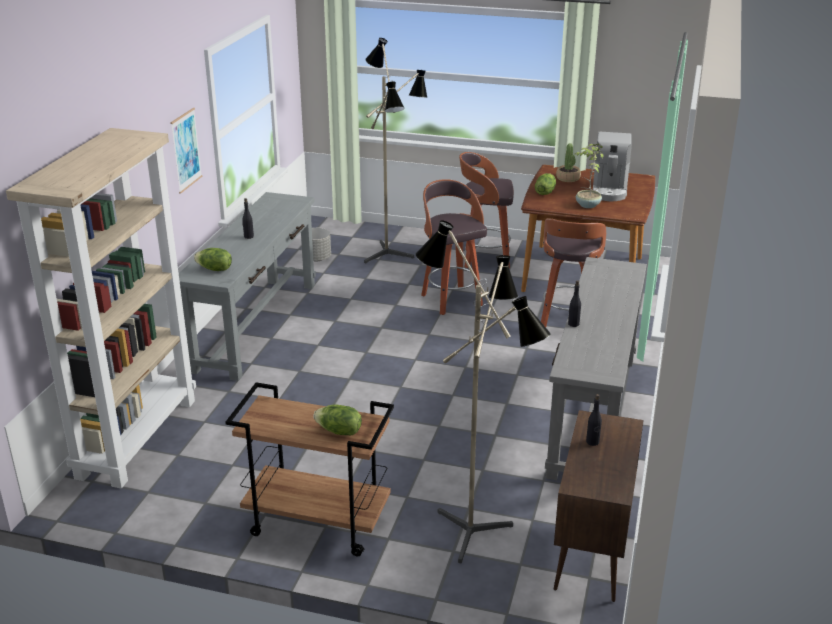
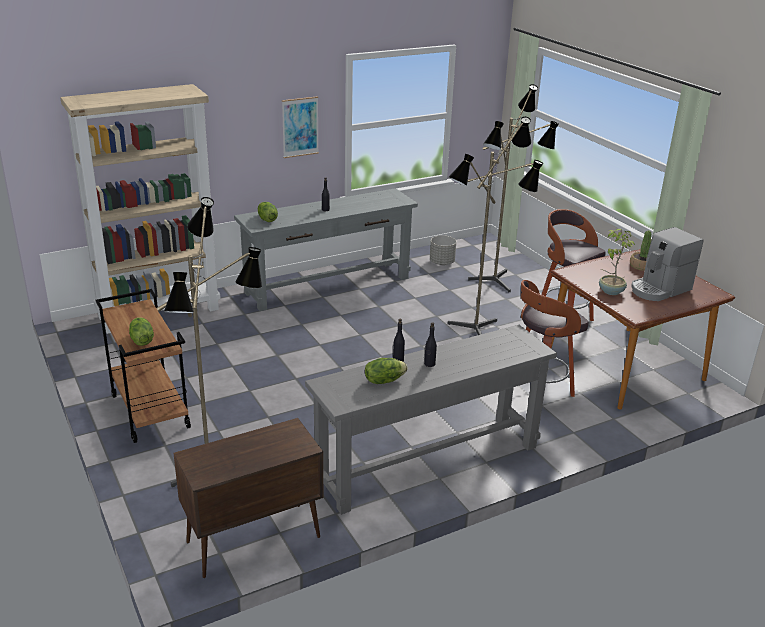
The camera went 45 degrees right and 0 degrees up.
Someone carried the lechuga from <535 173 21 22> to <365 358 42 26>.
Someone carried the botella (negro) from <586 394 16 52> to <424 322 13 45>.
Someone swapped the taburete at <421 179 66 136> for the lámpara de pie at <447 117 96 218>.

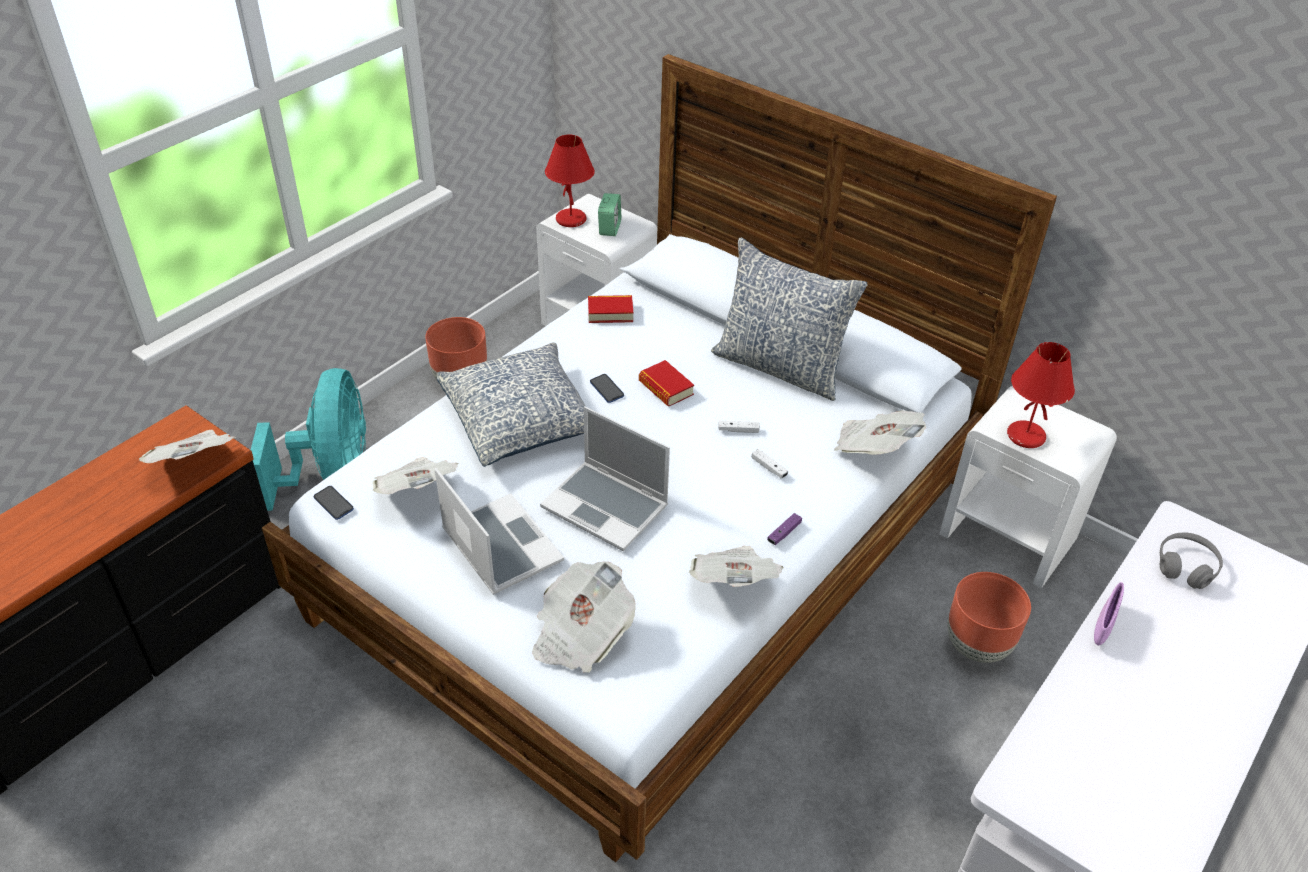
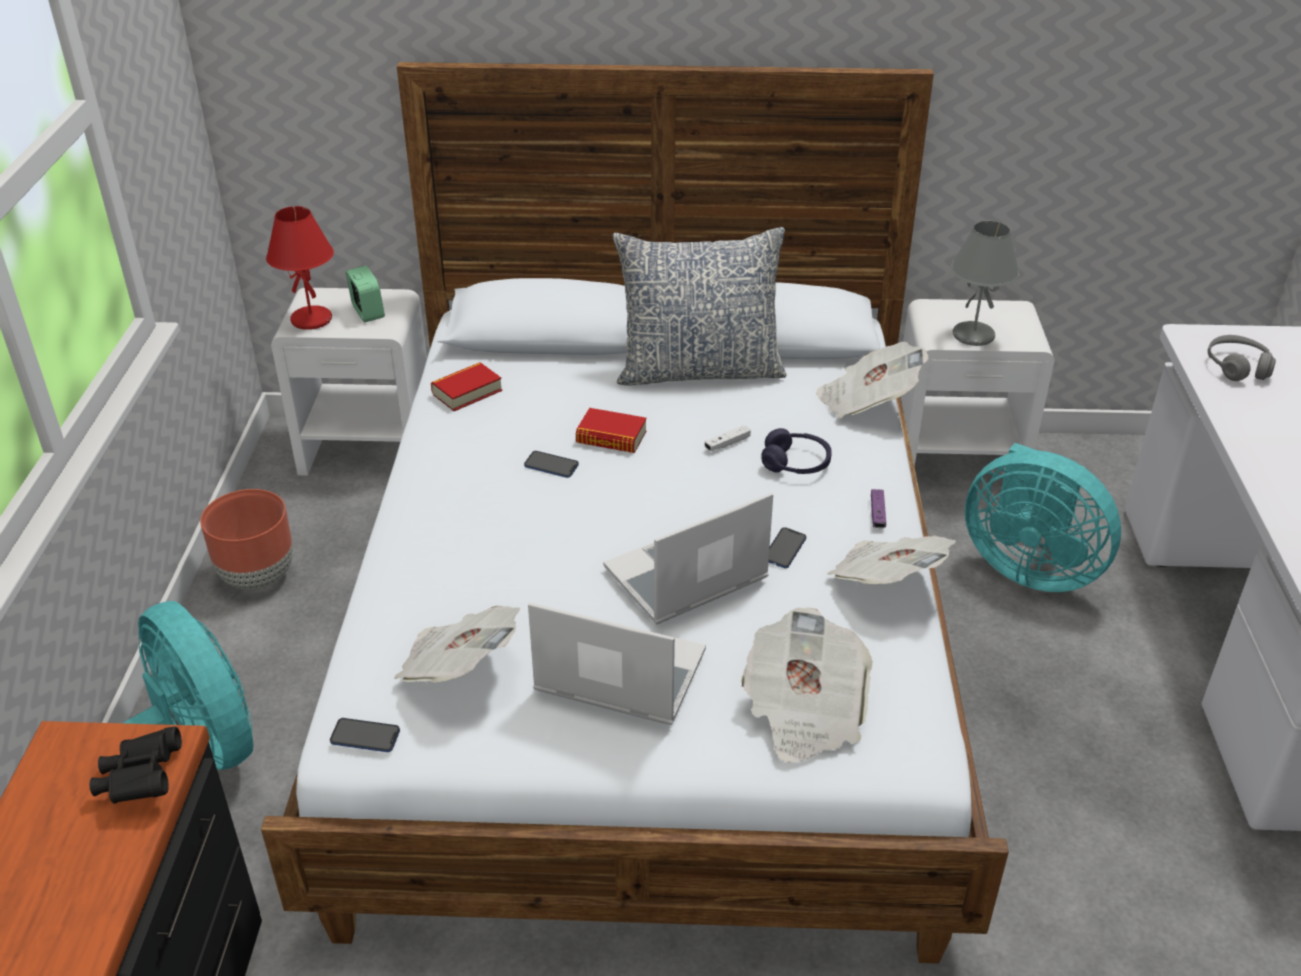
The camera went 35 degrees left and 5 degrees down.
Someone swapped the periódico at <139 430 97 33> for the prismáticos (negro) at <90 726 92 78>.
Someone rotated the portátil at <540 406 130 145> by 150 degrees clockwise.
Someone swapped the mando de consola (blanco) at <752 449 36 30> for the auriculares (morado) at <761 428 71 46>.
Someone put down the móvil at <769 527 37 41>.
Someone repainted the lámpara de mesa (rojo) at <1007 342 68 106>, which became the lámpara de mesa (gris) at <951 221 68 125>.
Someone swapped the maceta (marrón) at <947 572 84 91> for the ventilador (turquesa) at <965 443 156 149>.
Someone took away the cojín at <436 342 149 125>.
Someone took away the cuenco (morado) at <1094 582 30 63>.

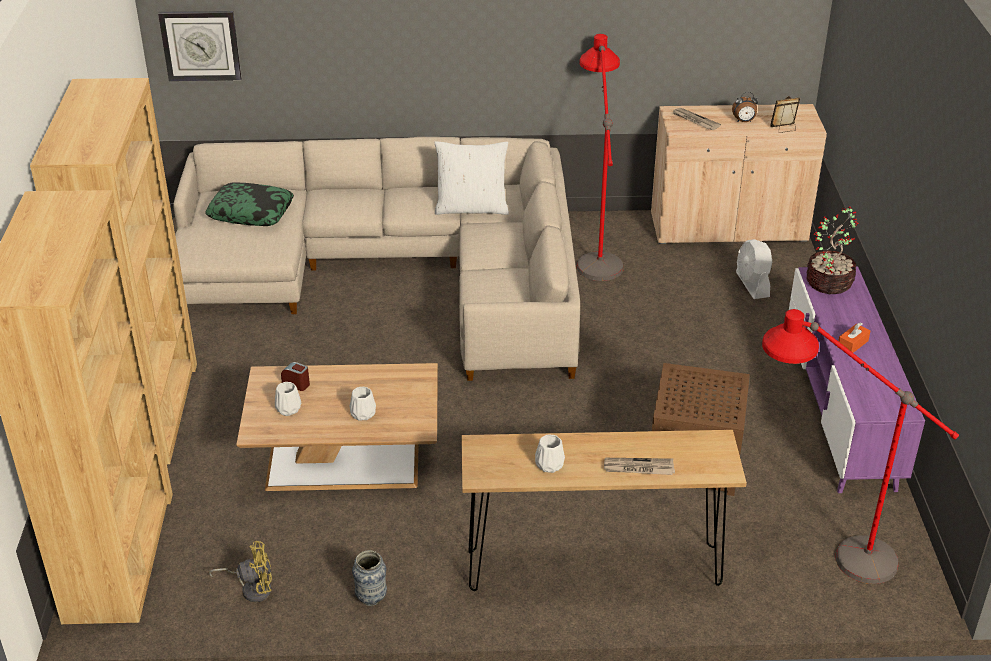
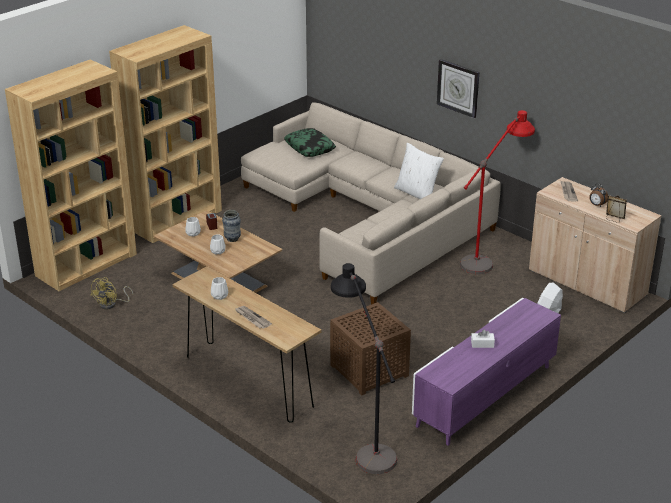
The camera went 45 degrees right and 5 degrees down.
Someone rotated the ventilador (amarillo) at <208 541 64 61> by 75 degrees clockwise.
Someone carried the florero from <352 550 35 56> to <222 210 19 32>.
Someone repainted the lámpara de pie (rojo) at <762 309 197 275>, which became the lámpara de pie (negro) at <331 263 66 211>.
Someone carried the reloj de pared from <158 11 84 70> to <437 59 42 59>.
Someone repainted the caja de pañuelos (naranja) at <837 322 33 31>, which became the caja de pañuelos (blanco) at <471 330 24 18>.
Someone took away the planta en maceta at <807 207 51 87>.

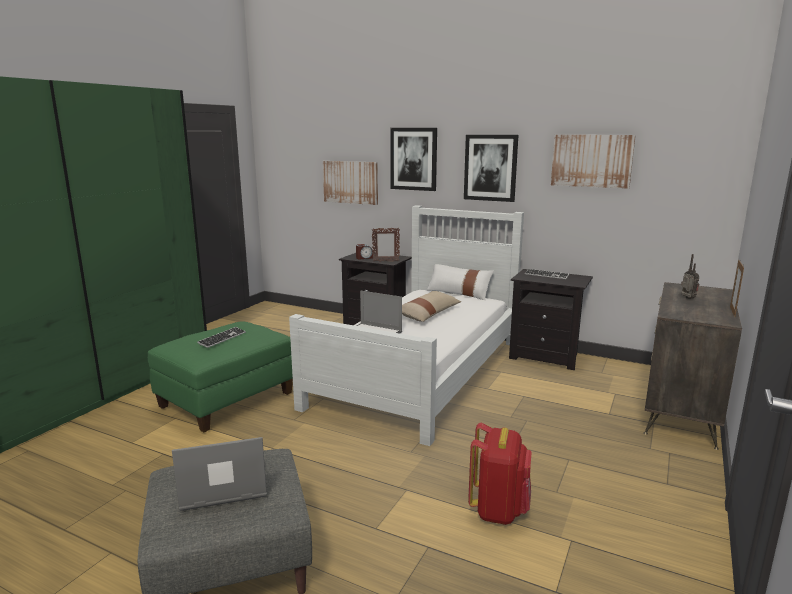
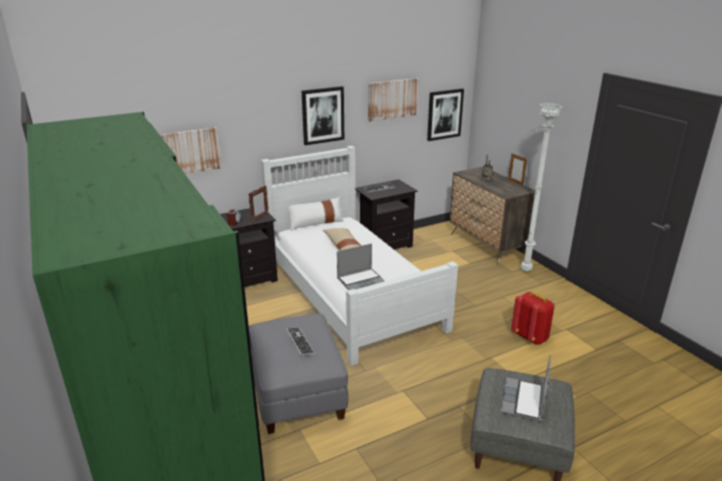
The camera went 55 degrees left and 10 degrees up.
Someone repainted the puf (verde) at <148 321 145 111>, which became the puf (gris) at <249 314 99 120>.
Someone carried the cuadro from <390 128 47 63> to <427 88 37 53>.
Someone put down the lámpara de pie (blanco) at <521 103 42 169>.

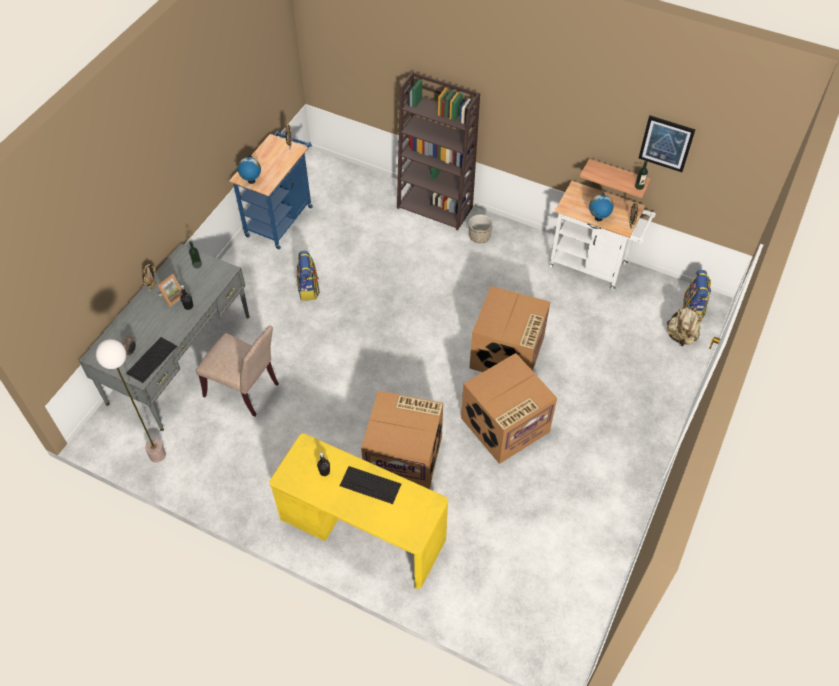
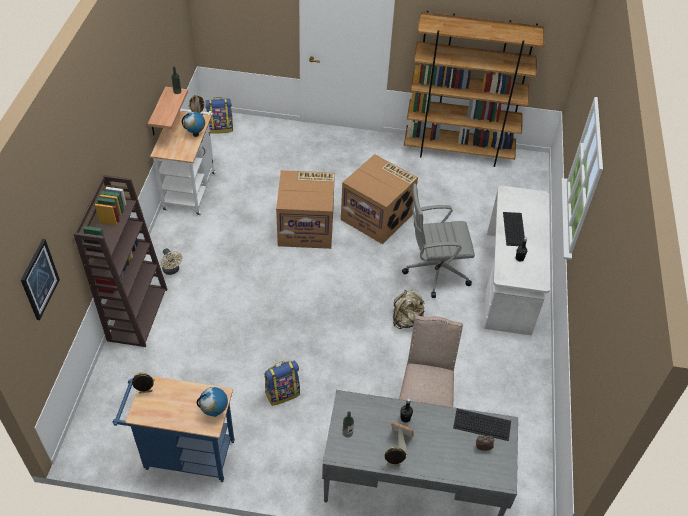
The camera went 110 degrees left and 5 degrees down.
Someone carried the cuadro from <639 116 57 56> to <21 239 39 81>.
Someone swapped the maceta at <469 214 24 29> for the ventilador (beis) at <161 248 21 27>.
Someone carried the mochila (beis) from <667 306 35 40> to <393 289 32 40>.
Someone swapped the caja de cartón at <361 391 82 98> for the silla de oficina (gris) at <402 183 73 115>.
Someone put down the estantería (marrón) at <404 11 141 156>.
Someone repainted the escritorio (amarillo) at <269 433 179 156>, which became the escritorio (blanco) at <483 185 67 151>.
Someone took away the lámpara de pie at <96 340 70 122>.

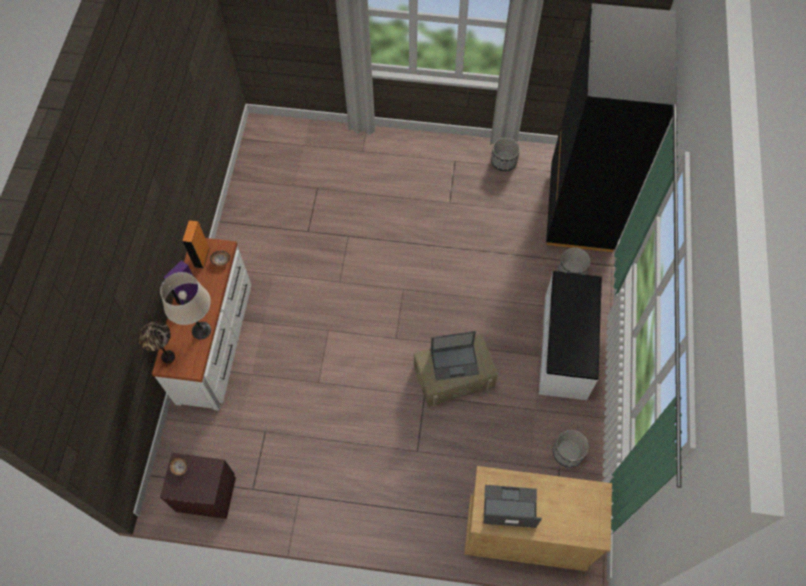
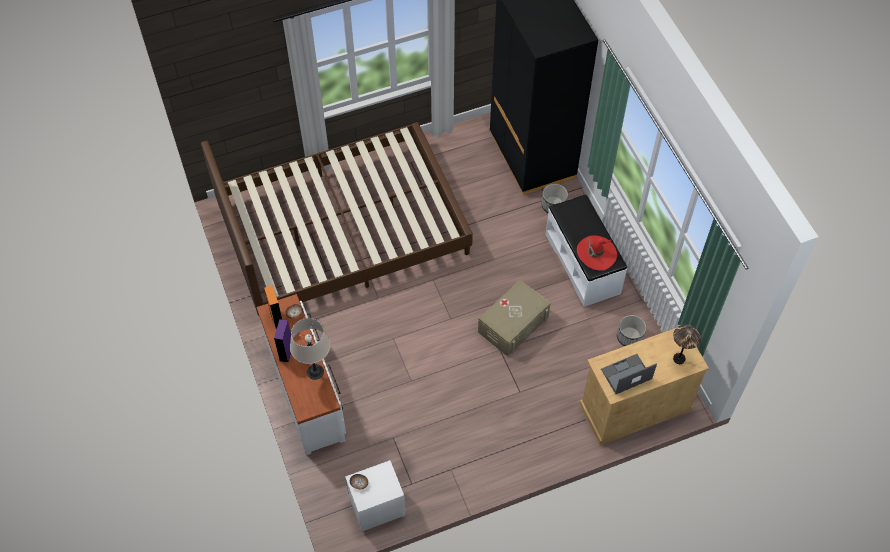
The camera went 30 degrees left and 5 degrees down.
Someone put down the cama (marrón) at <201 122 272 194>.
Someone repainted the mesita de noche (marrón) at <160 453 76 66>, which became the mesita de noche (blanco) at <345 460 61 72>.
Someone put down the sombrero (rojo) at <577 235 40 36>.
Someone carried the lámpara de mesa from <138 321 37 42> to <673 325 28 39>.
Someone took away the portátil at <431 331 48 49>.
Someone took away the maceta at <491 138 29 33>.

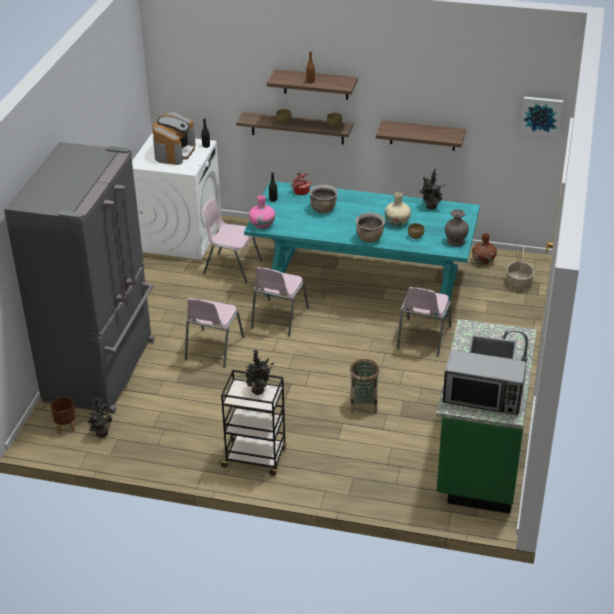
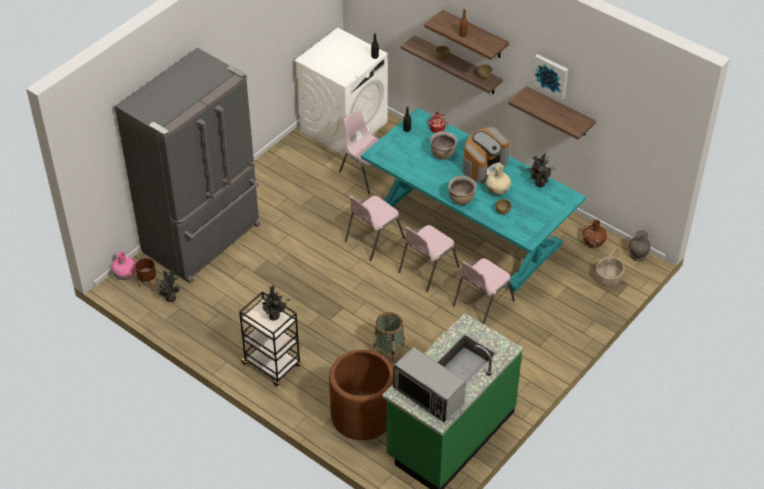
The camera went 25 degrees right and 10 degrees up.
Someone carried the florero (rosa) from <249 195 26 34> to <111 251 25 29>.
Someone put down the maceta (marrón) at <329 350 64 90>.
Someone carried the silla (rosa) from <185 298 59 70> to <398 225 61 67>.
Someone carried the cafetera from <153 112 43 53> to <462 127 48 57>.
Someone carried the cuadro from <520 96 43 41> to <532 54 36 46>.
Someone carried the florero (gris) from <445 209 24 37> to <629 230 22 31>.

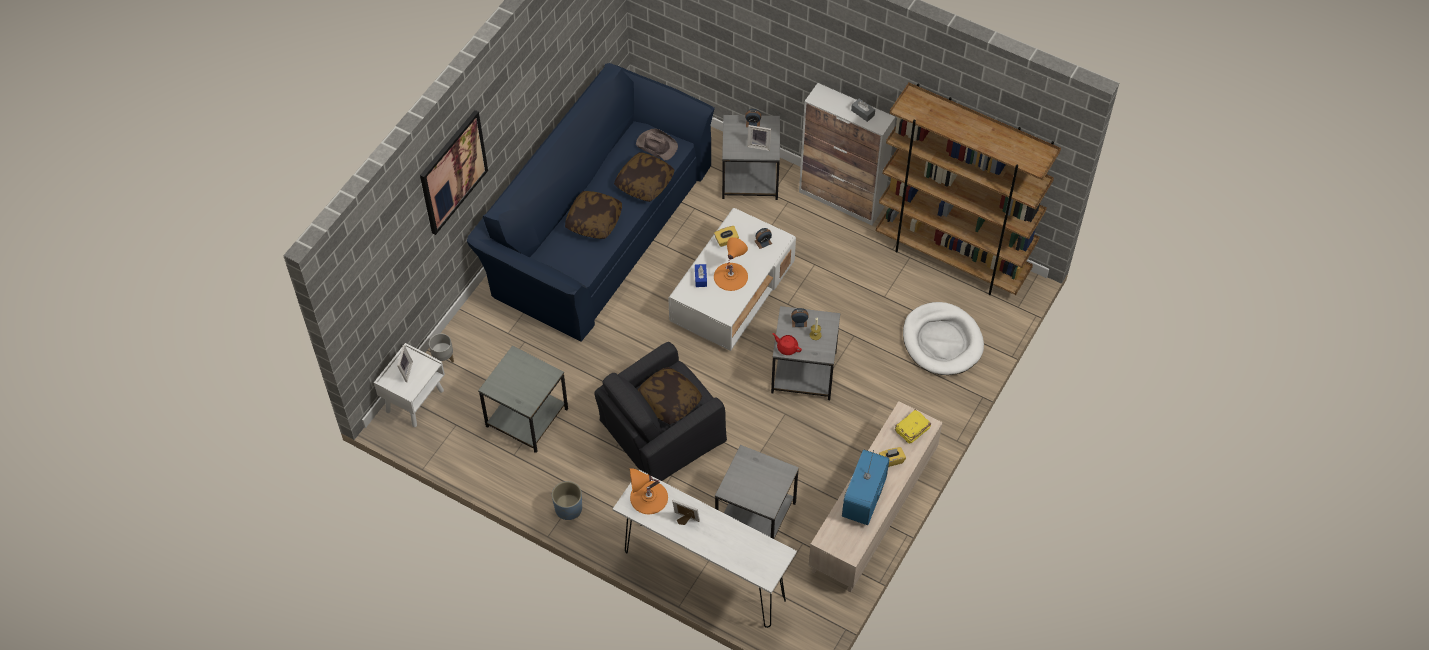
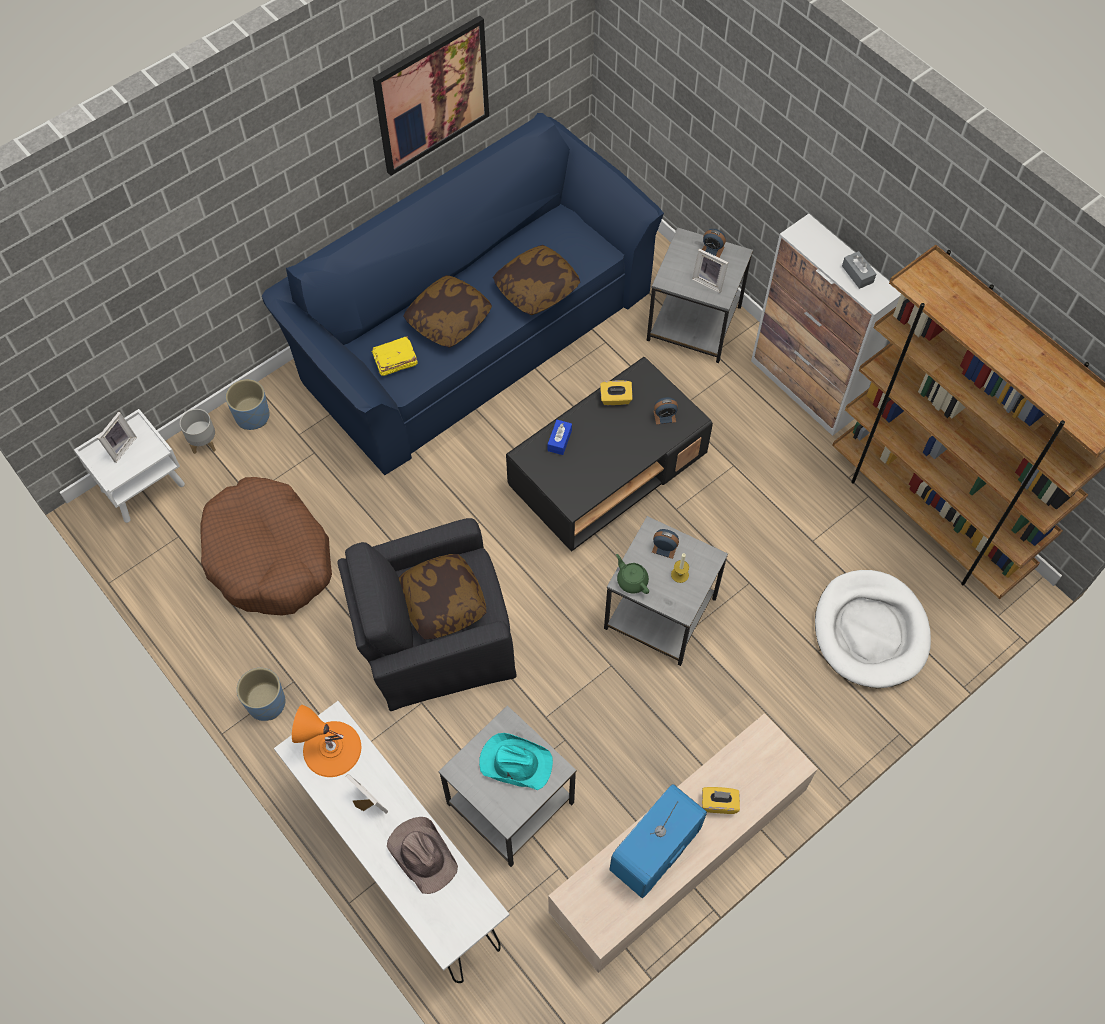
The camera went 20 degrees right and 5 degrees up.
Someone swapped the mesa auxiliar (gris) at <478 346 90 107> for the cama para perro (marrón) at <200 477 132 139>.
Someone put down the maceta (azul) at <226 379 44 51>.
Someone carried the cuadro from <420 110 68 125> to <372 16 117 160>.
Someone carried the libro (amarillo) from <895 409 36 35> to <372 336 46 40>.
Someone carried the sombrero (marrón) from <636 129 42 31> to <387 817 71 77>.
Someone put down the sombrero (turquesa) at <479 733 74 57>.
Someone repainted the mesa de centro (blanco) at <668 208 128 143>, which became the mesa de centro (negro) at <506 357 207 195>.
Someone repainted the tetera (rojo) at <772 333 30 22>, which became the tetera (verde) at <616 554 33 40>.
Someone took away the lámpara de mesa (naranja) at <714 237 34 54>.

